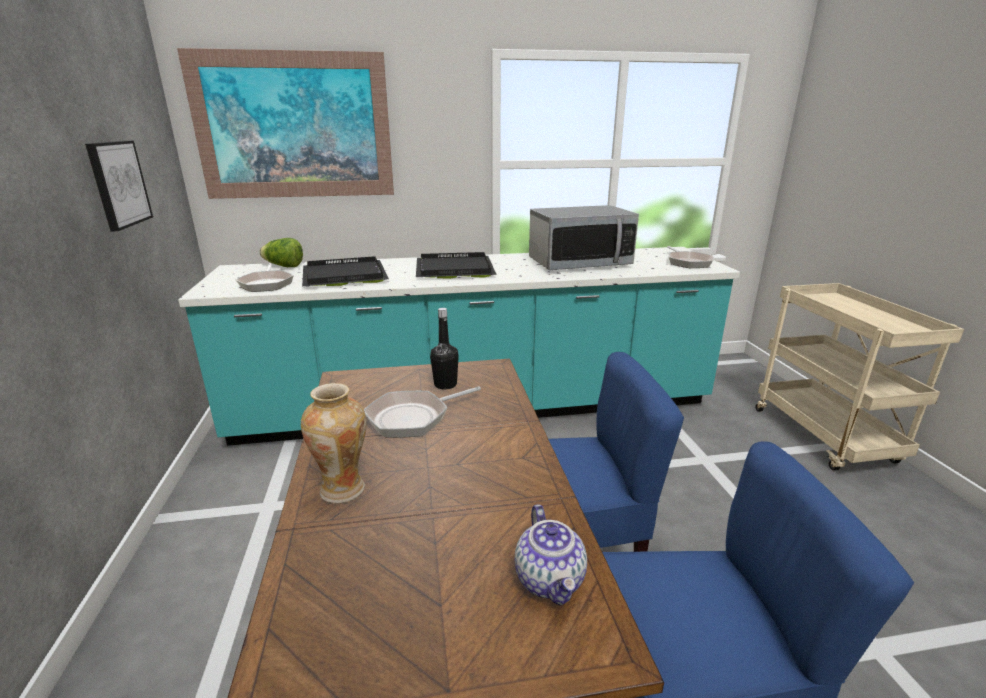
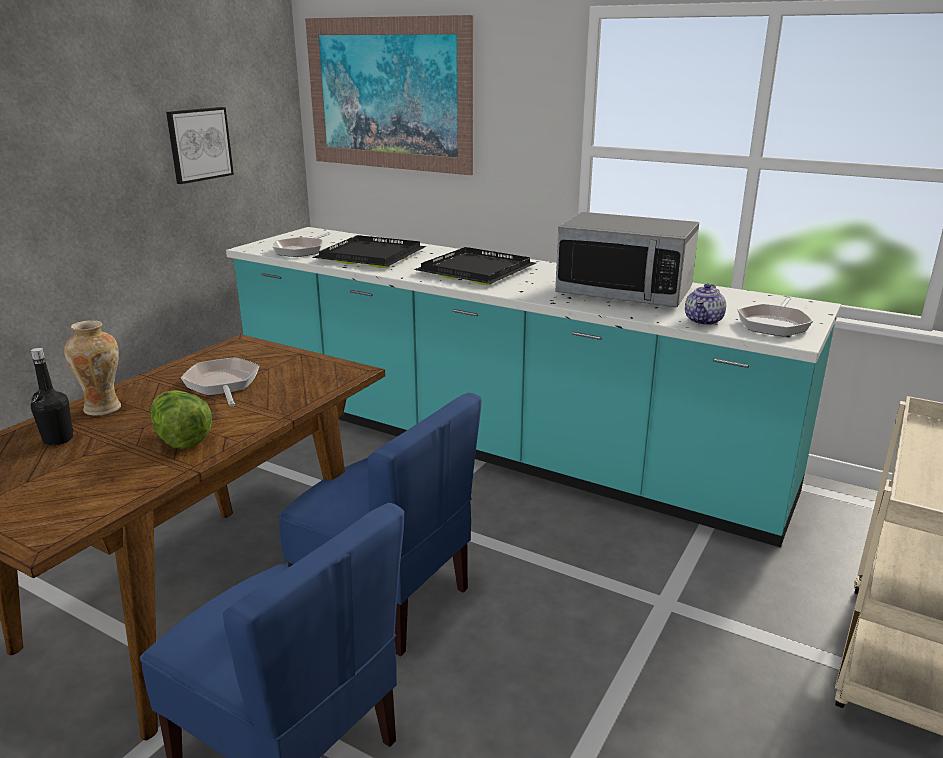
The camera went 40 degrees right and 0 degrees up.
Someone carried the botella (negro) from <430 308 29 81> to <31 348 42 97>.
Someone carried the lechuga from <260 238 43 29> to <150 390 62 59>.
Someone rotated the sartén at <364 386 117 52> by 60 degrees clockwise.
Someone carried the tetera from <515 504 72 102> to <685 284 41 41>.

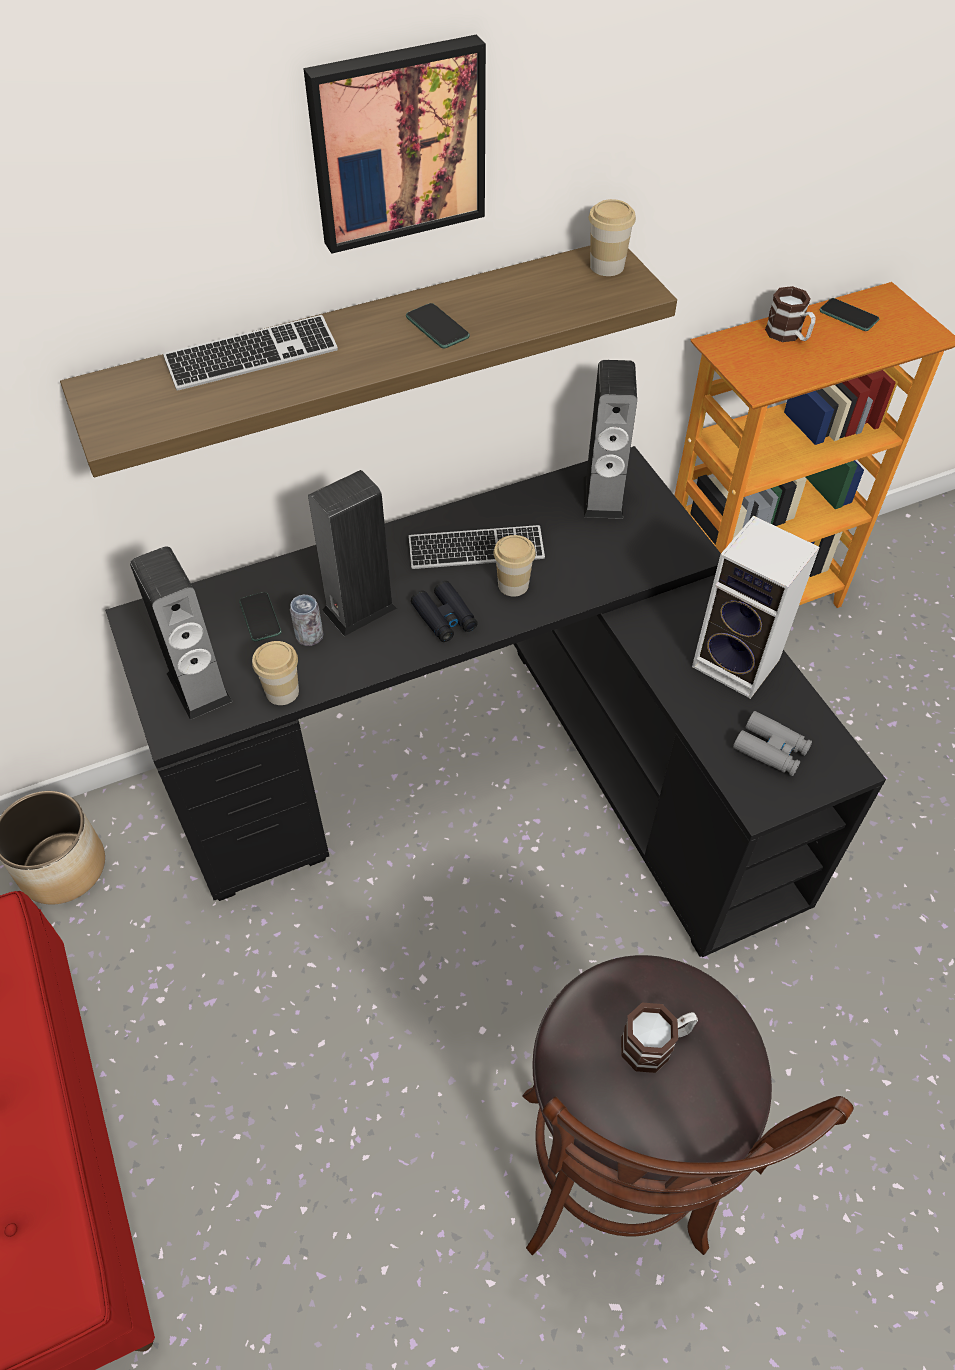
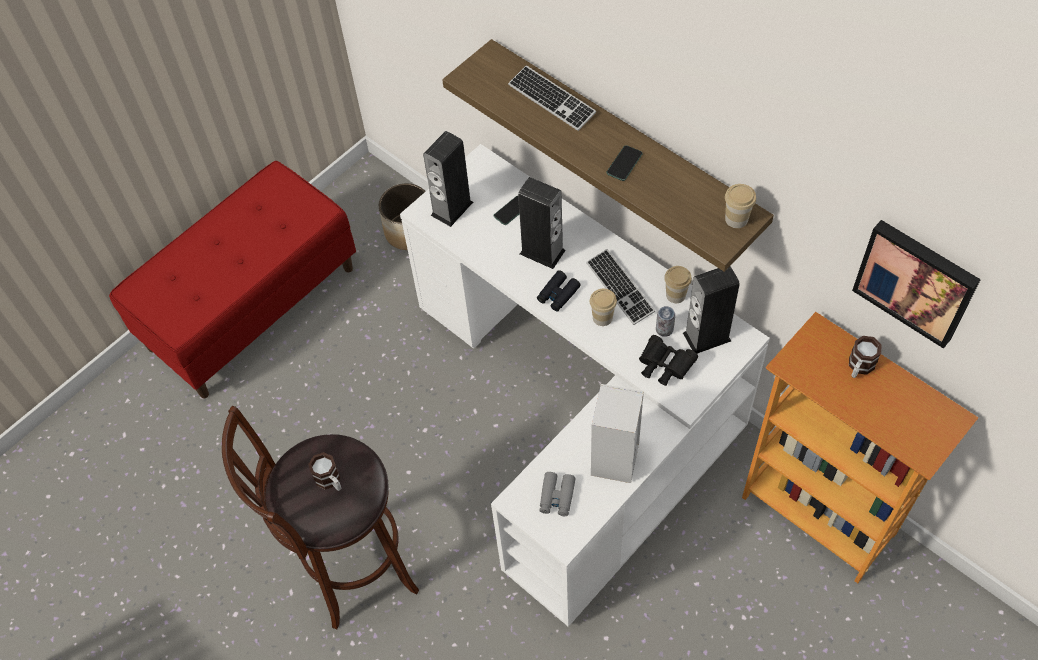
The camera went 70 degrees right and 5 degrees up.
Someone repainted the escritorio (negro) at <105 446 781 511>, which became the escritorio (blanco) at <400 144 370 483>.
Someone put down the prismáticos (negro) at <639 335 59 51>.
Someone carried the lata from <290 595 34 51> to <656 306 19 31>.
Someone carried the taza from <252 641 47 64> to <664 266 28 37>.
Someone carried the cuadro from <303 35 183 219> to <852 220 129 129>.
Someone took away the móvil at <820 298 59 33>.

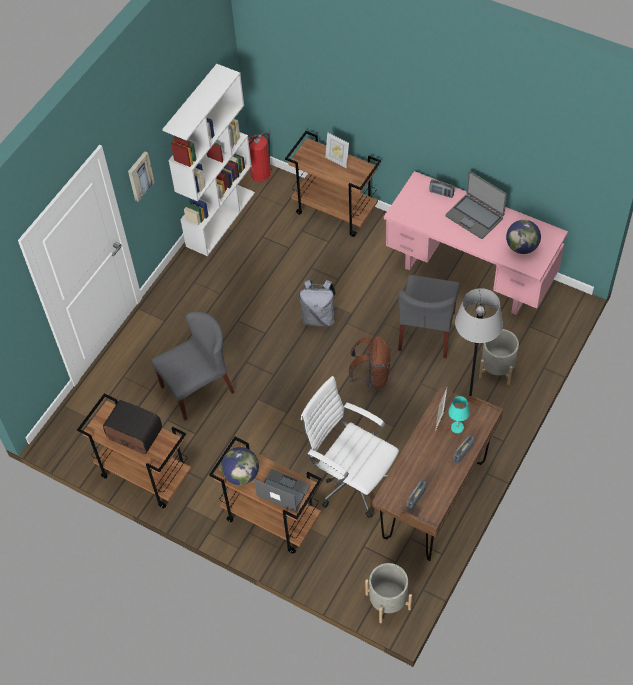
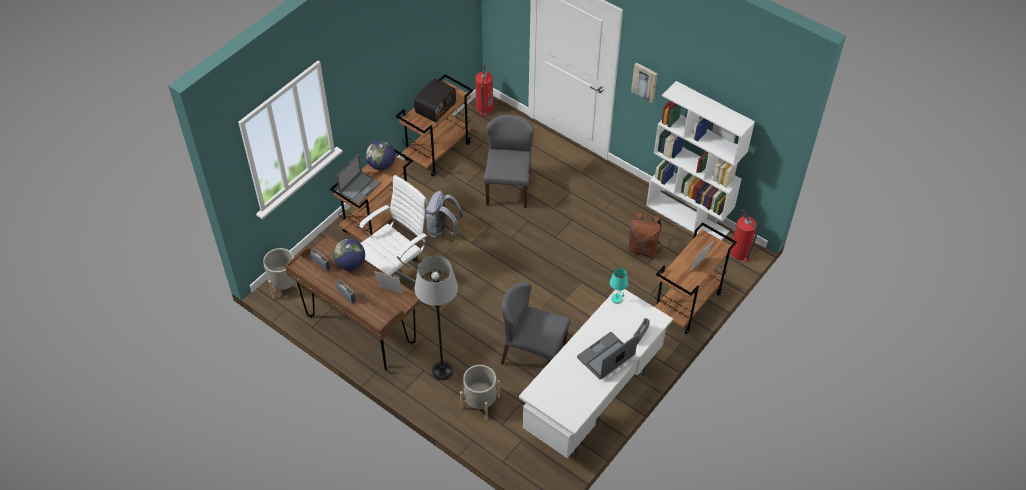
The camera went 95 degrees right and 5 degrees down.
Someone carried the globo terráqueo from <506 220 35 34> to <333 239 32 32>.
Someone carried the mochila (gris) from <299 279 39 47> to <426 191 37 48>.
Someone put down the extintor at <475 64 18 53>.
Someone rotated the silla (gris) at <151 311 84 110> by 150 degrees counterclockwise.
Someone repainted the escritorio (rosa) at <384 171 184 144>, which became the escritorio (blanco) at <519 289 154 169>.
Someone carried the lámpara de mesa (turquesa) from <448 396 22 37> to <610 268 18 36>.
Someone carried the mochila (marrón) from <349 336 42 54> to <628 212 33 45>.

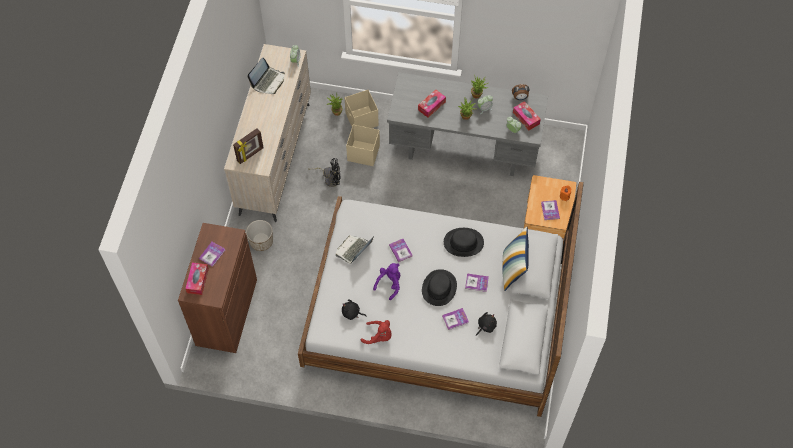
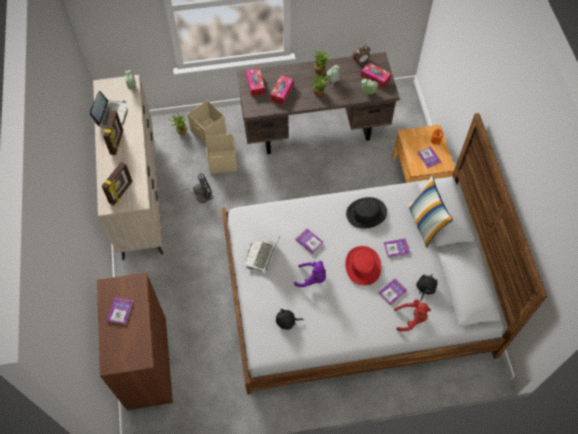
The camera went 20 degrees left and 0 degrees up.
Someone put down the portarretratos at <103 111 20 44>.
Someone repainted the escritorio (gris) at <387 72 161 104>, which became the escritorio (marrón) at <237 52 163 102>.
Someone carried the caja de pañuelos from <185 262 24 33> to <246 68 19 28>.
Someone rotated the peluche (morado) at <373 263 27 37> by 90 degrees clockwise.
Someone repainted the sombrero (negro) at <422 269 35 37>, which became the sombrero (rojo) at <345 246 36 39>.
Someone carried the peluche (rojo) from <361 320 30 24> to <394 299 37 32>.
Someone took away the maceta at <246 220 27 31>.

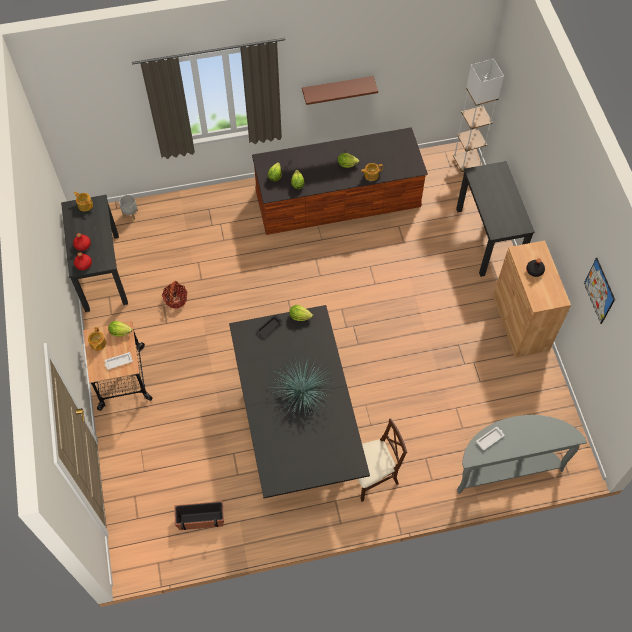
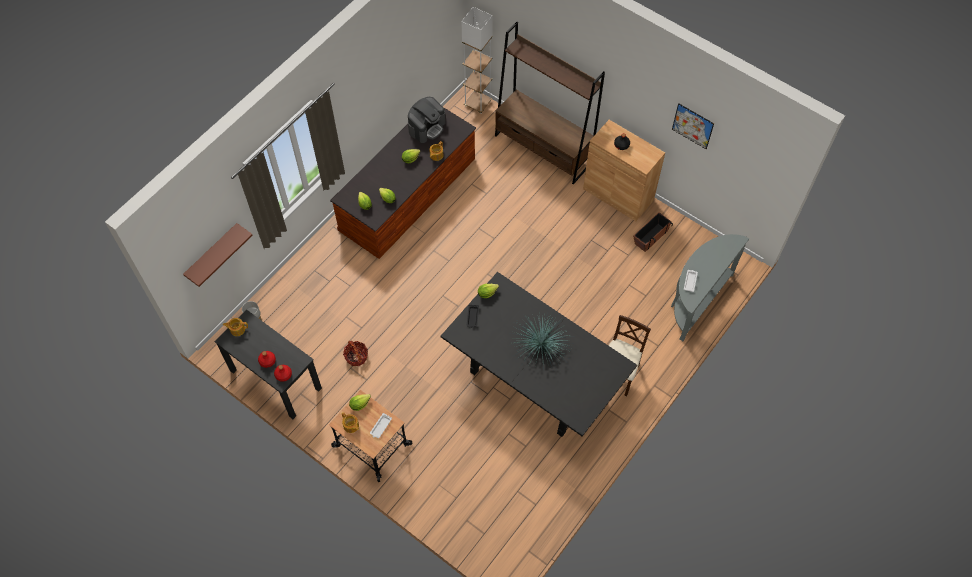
The camera went 40 degrees left and 0 degrees up.
Someone carried the estante (marrón) from <302 76 76 29> to <183 223 70 64>.
Someone put down the cafetera at <408 97 38 46>.
Someone swapped the escritorio (negro) at <456 161 79 116> for the estantería (marrón) at <495 22 110 163>.
Someone carried the maceta from <174 501 50 29> to <633 212 40 40>.

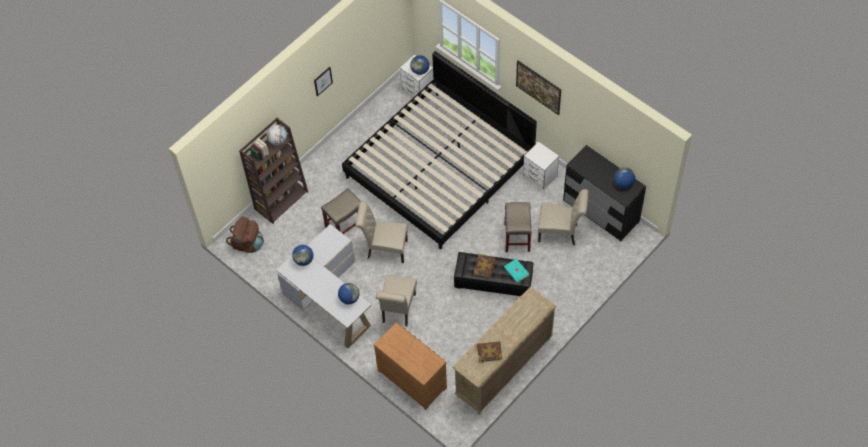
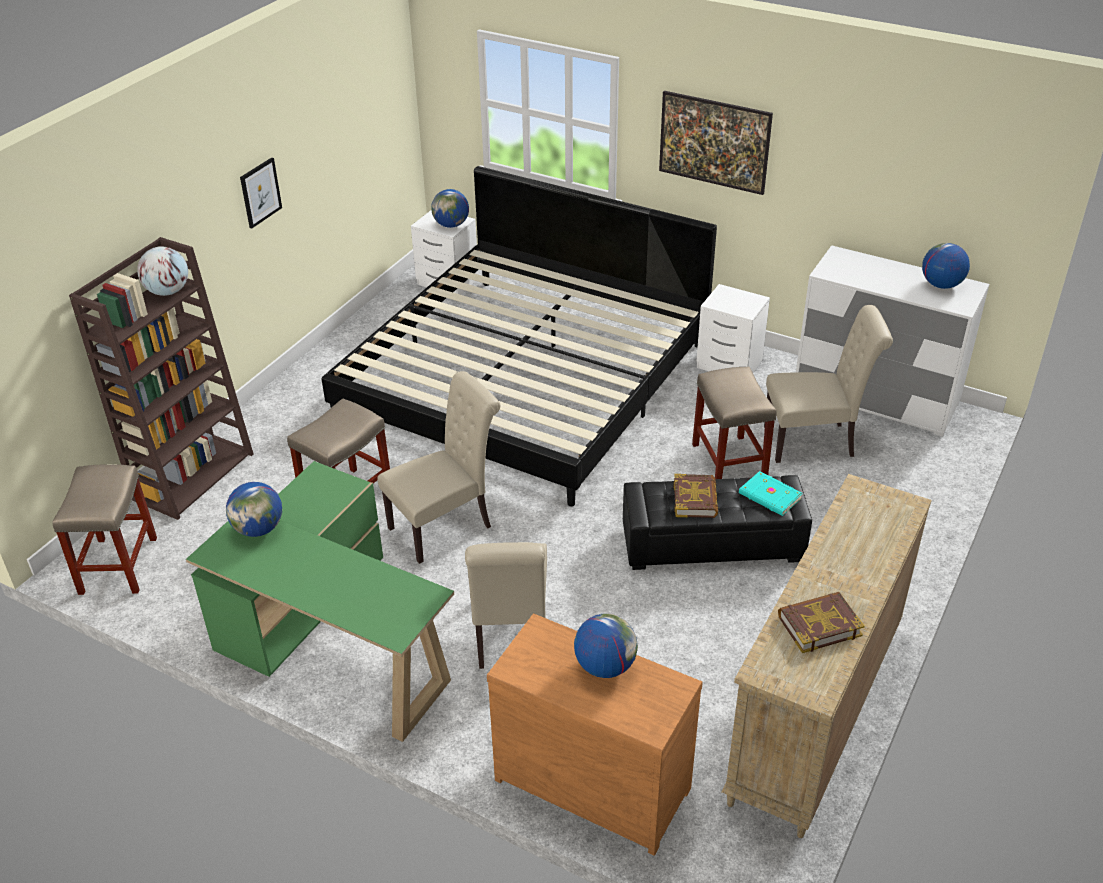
The camera went 15 degrees left and 20 degrees down.
Someone swapped the mochila (marrón) at <226 217 38 36> for the taburete (beis) at <52 464 105 131>.
Someone repainted the escritorio (blanco) at <276 224 95 124>, which became the escritorio (verde) at <186 461 268 281>.
Someone rotated the silla (beis) at <355 202 53 61> by 150 degrees clockwise.
Someone carried the globo terráqueo from <338 283 22 21> to <574 614 64 64>.
Someone repainted the cómoda (negro) at <563 145 83 96>, which became the cómoda (blanco) at <796 245 193 192>.

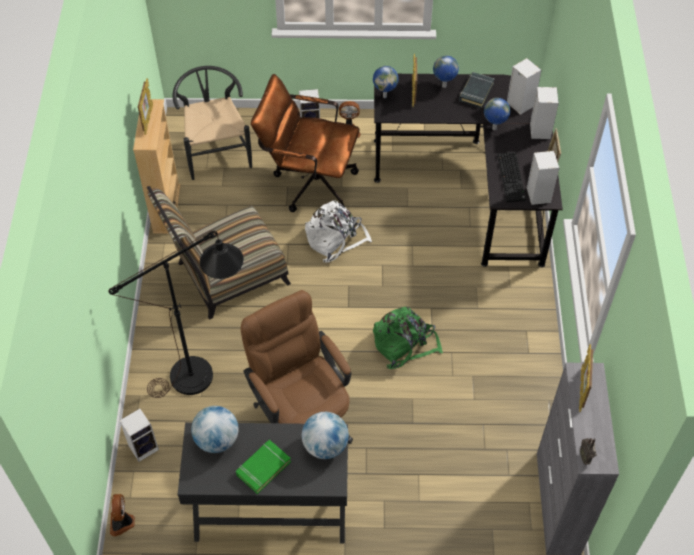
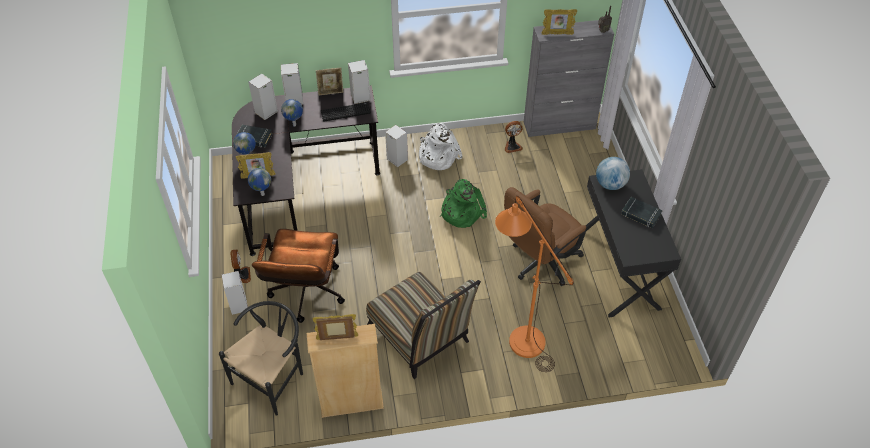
The camera went 100 degrees left and 5 degrees down.
Someone rotated the silla (negro) at <173 66 79 114> by 150 degrees clockwise.
Someone carried the altavoz from <119 409 40 53> to <385 125 23 42>.
Someone carried the mochila (blanco) from <305 200 67 63> to <419 123 44 47>.
Someone repainted the lámpara de pie (negro) at <108 231 136 167>, which became the lámpara de pie (naranja) at <495 196 79 176>.
Someone carried the ventilador from <110 494 25 43> to <505 121 18 32>.
Someone repainted the libro (verde) at <236 440 55 54>, which became the libro (negro) at <621 197 42 31>.
Someone took away the globo terráqueo at <191 406 48 47>.

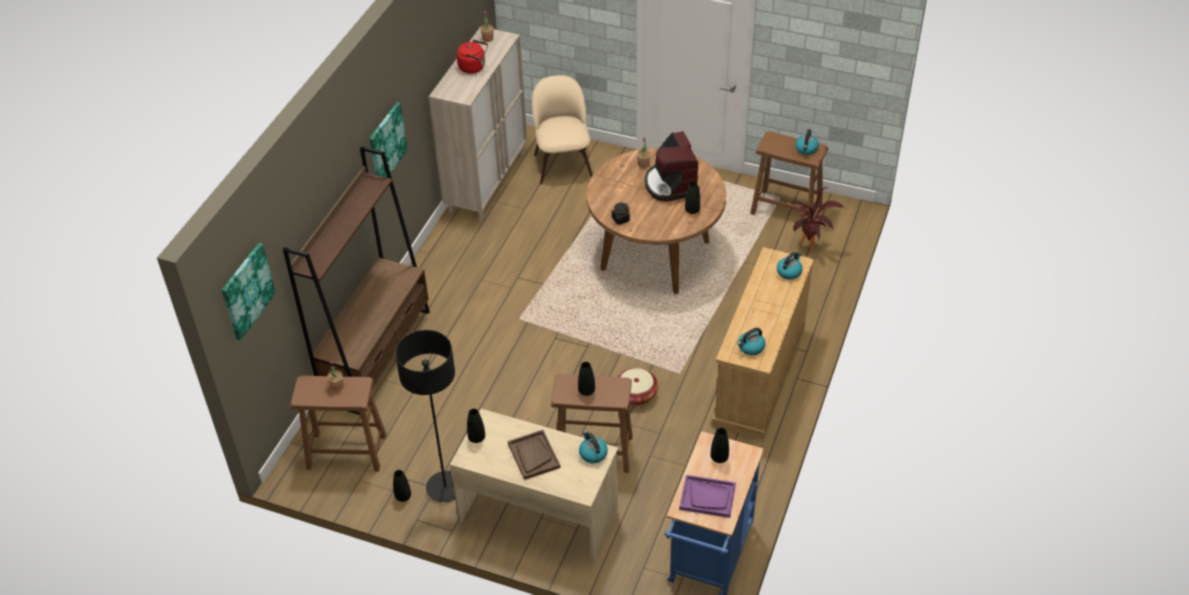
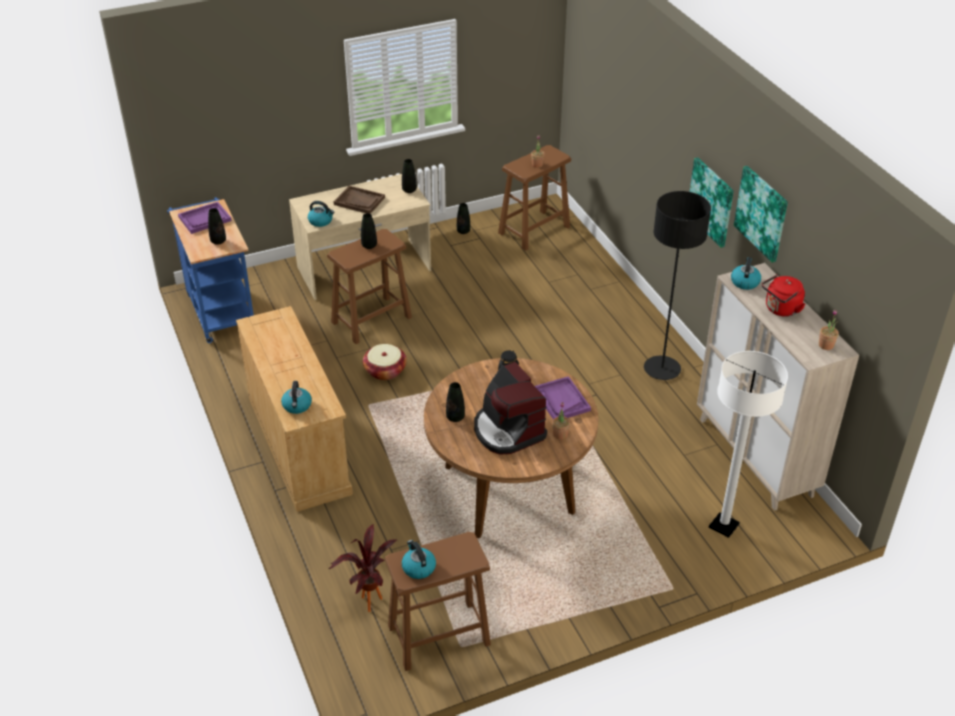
The camera went 135 degrees right and 5 degrees down.
Someone rotated the cafetera at <645 131 55 70> by 150 degrees counterclockwise.
Someone put down the bandeja (morado) at <535 376 56 44>.
Someone carried the lámpara de pie (negro) from <395 330 60 172> to <644 191 67 189>.
Someone swapped the silla (beis) at <532 75 61 109> for the lámpara de pie (blanco) at <709 351 79 187>.
Someone carried the hervidor from <737 328 28 27> to <731 257 30 33>.
Someone carried the cuadro from <222 243 54 97> to <734 166 54 97>.
Someone took away the estantería (marrón) at <283 146 147 269>.

